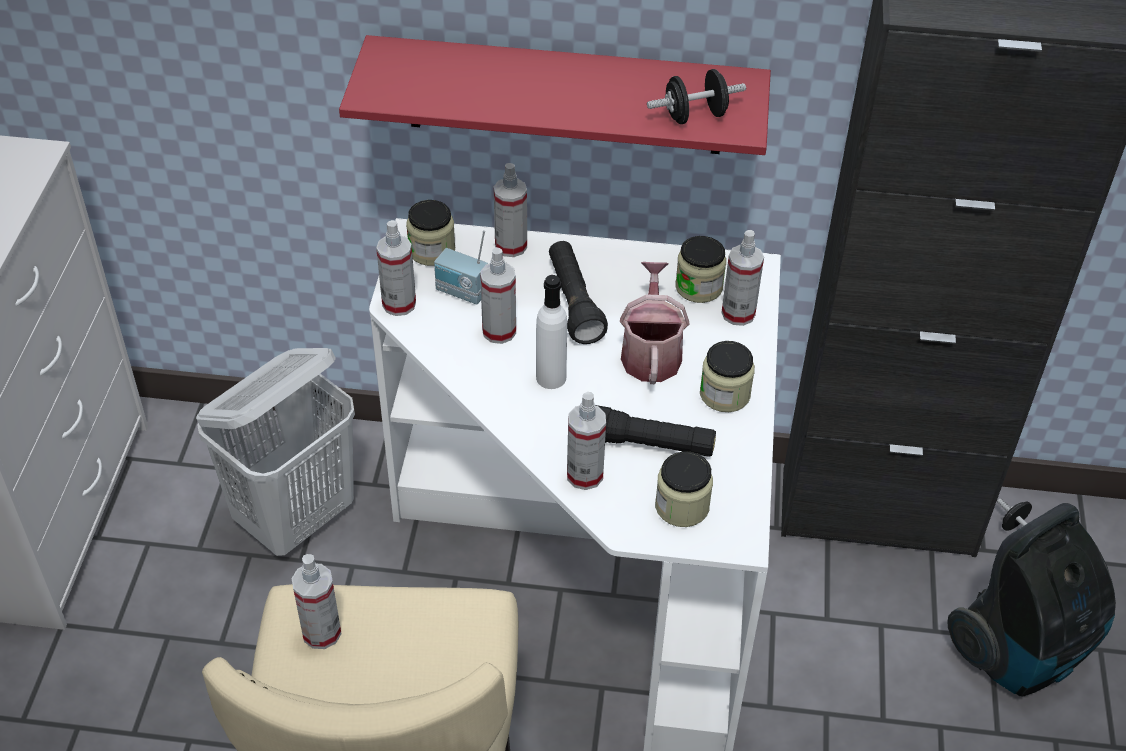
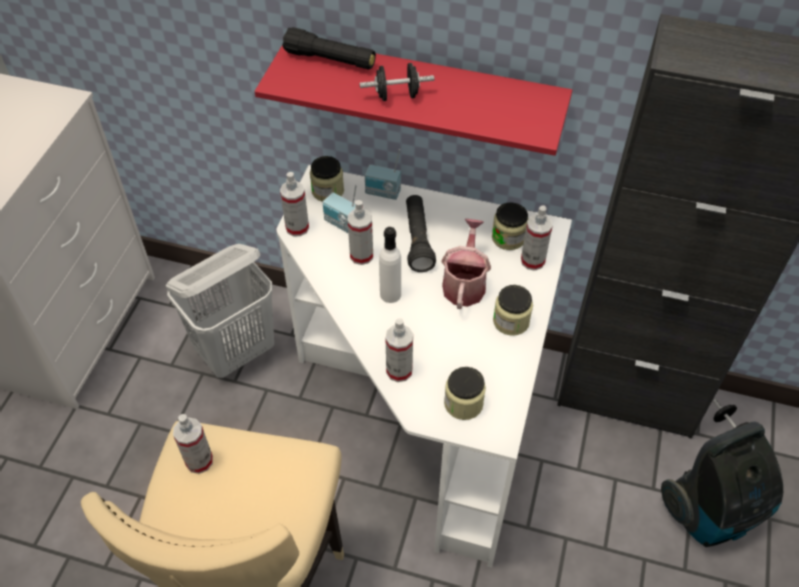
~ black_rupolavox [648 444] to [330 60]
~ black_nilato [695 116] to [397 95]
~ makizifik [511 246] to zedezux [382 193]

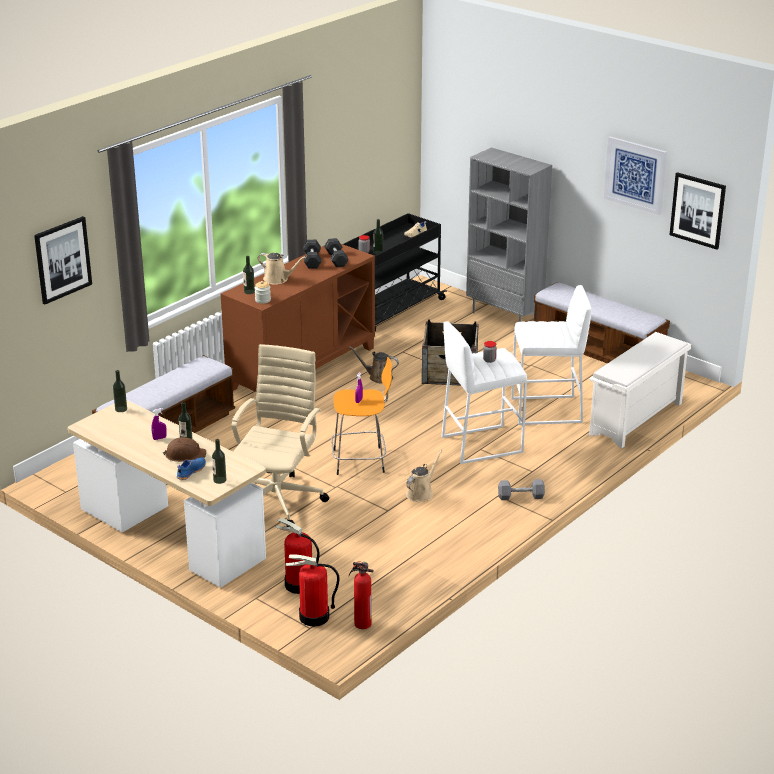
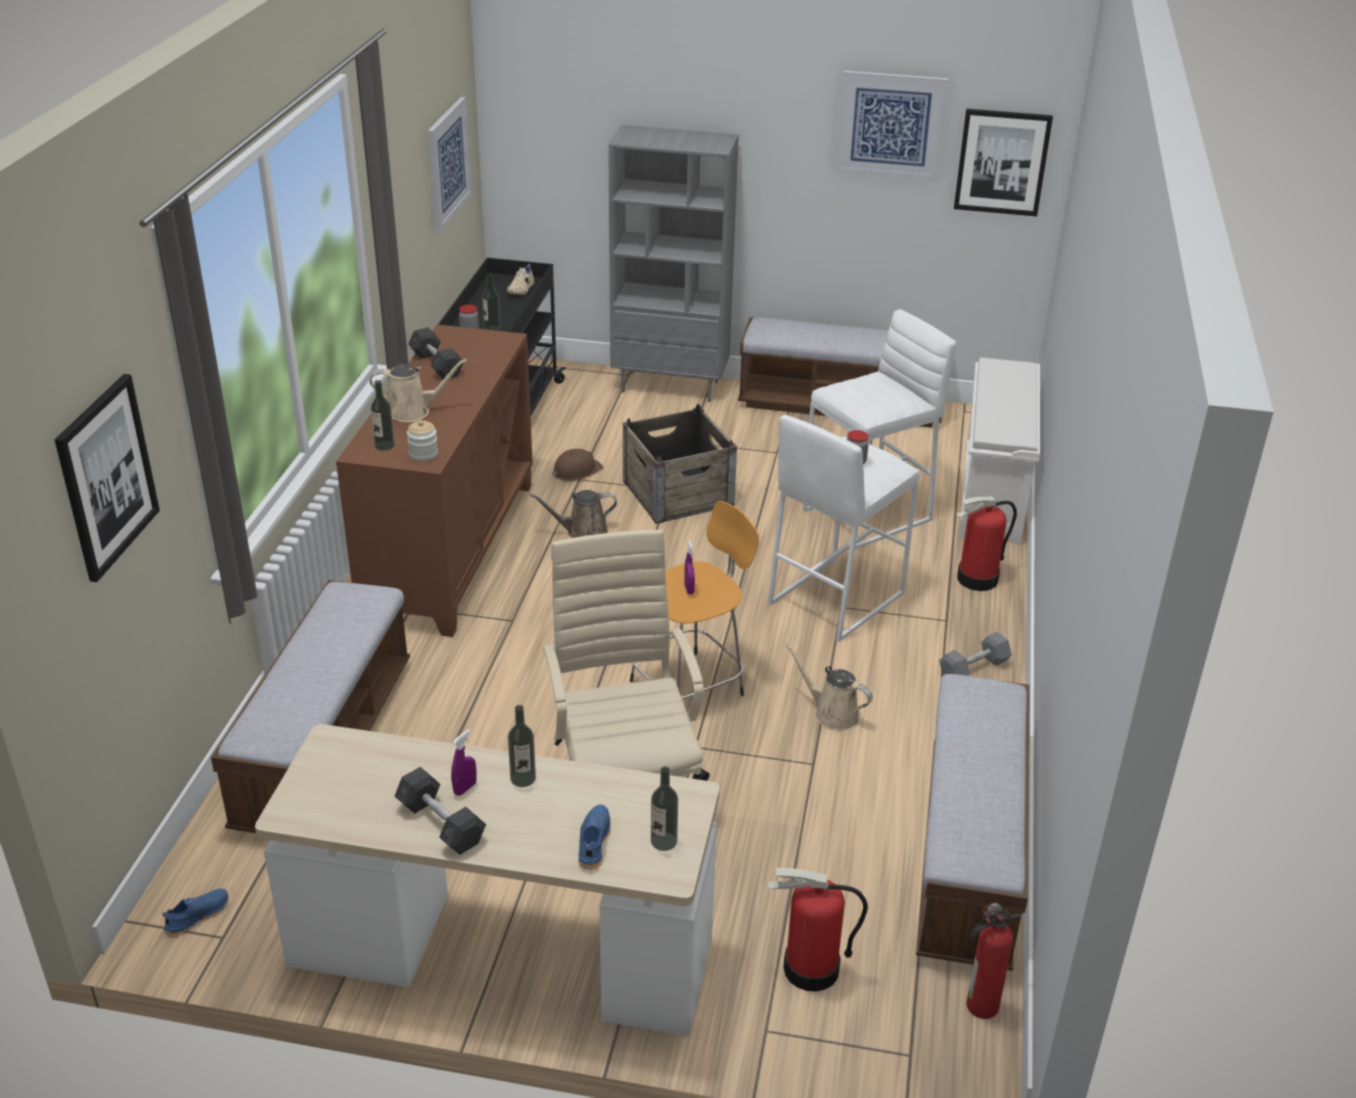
- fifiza [121 409]
+ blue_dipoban [196 916]
+ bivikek [448 163]
+ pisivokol [967 856]
~ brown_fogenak [185 455] to [576 471]
~ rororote [313 617] to [977 579]
~ grey_nilato [336 259] to [441 824]
~ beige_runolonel [421 493] = [832 713] 60 degrees counterclockwise

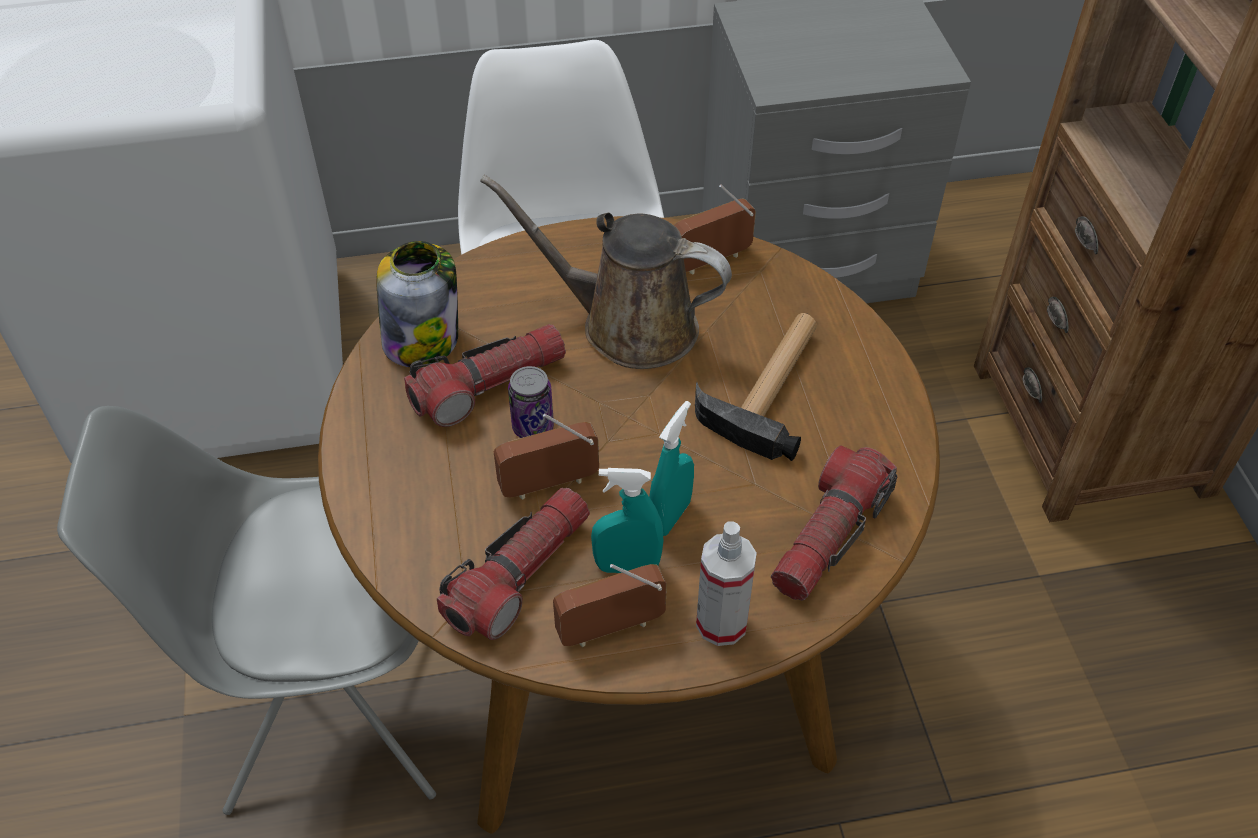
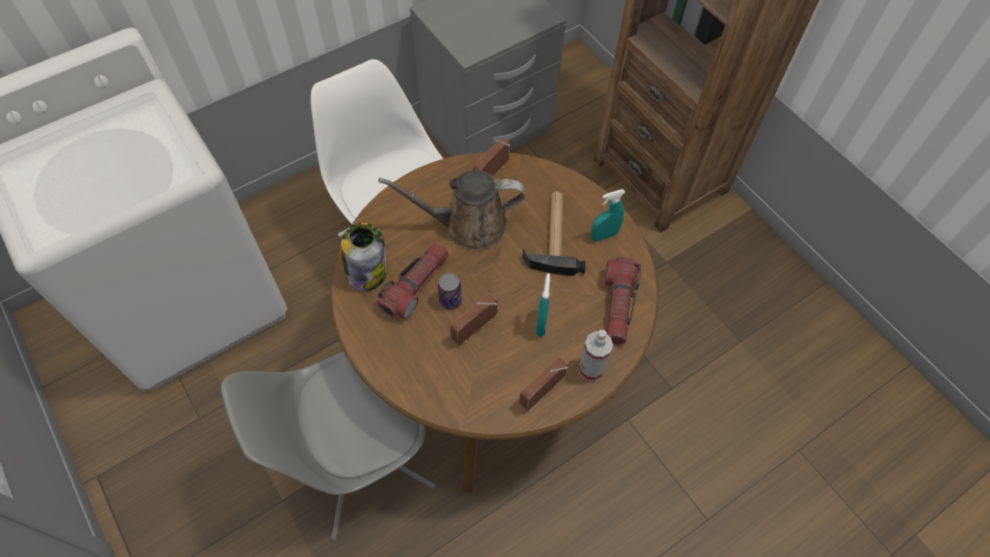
- rupolavox [519 575]
~ turquoise_makizifik [627 566] to [604 235]

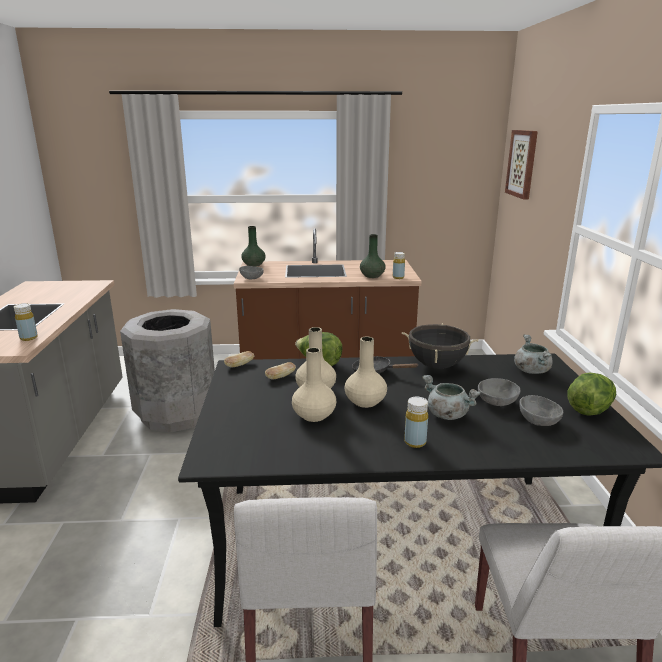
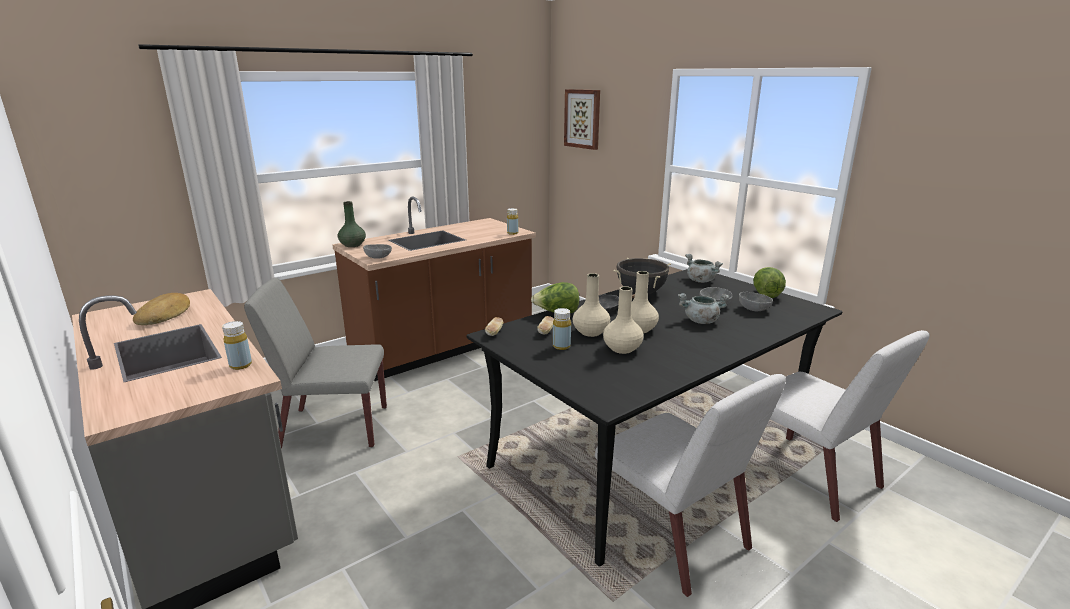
- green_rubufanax [372 276]
+ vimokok [165 314]
~ yellow_fifiza [415 442] to [561 346]
~ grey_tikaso [176 414] to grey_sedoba [333 428]

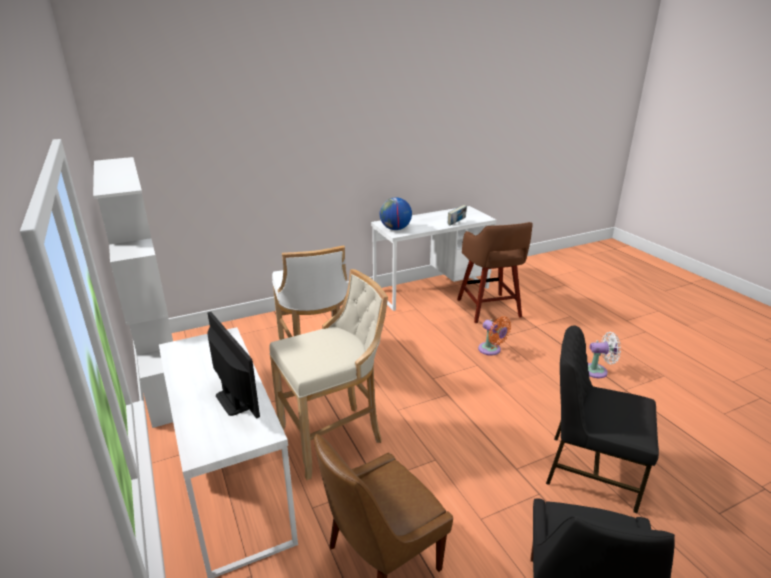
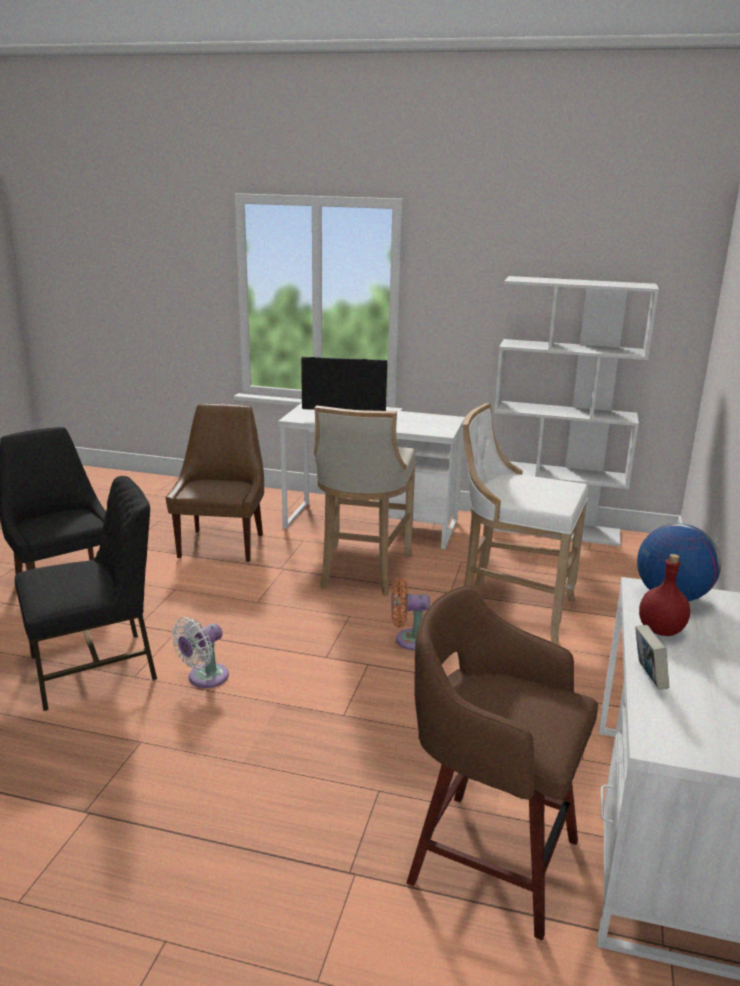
+ red_fifiza [661 631]
~ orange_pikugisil [491 350] to [409 640]
~ white_pikugisil [597 371] to [204 678]

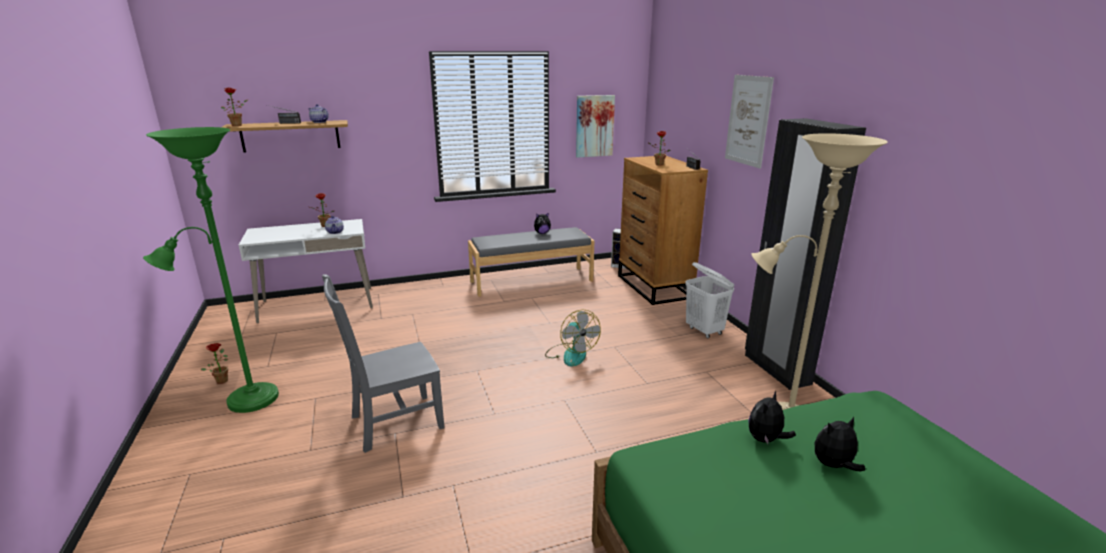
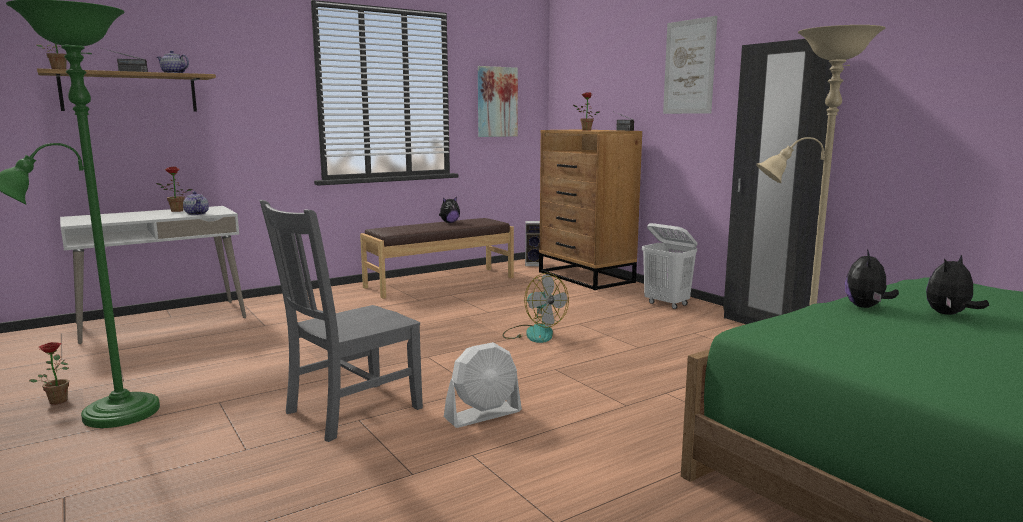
+ white_pikugisil [483 415]
~ grey_pisivokol [531 281] to brown_pisivokol [440 282]

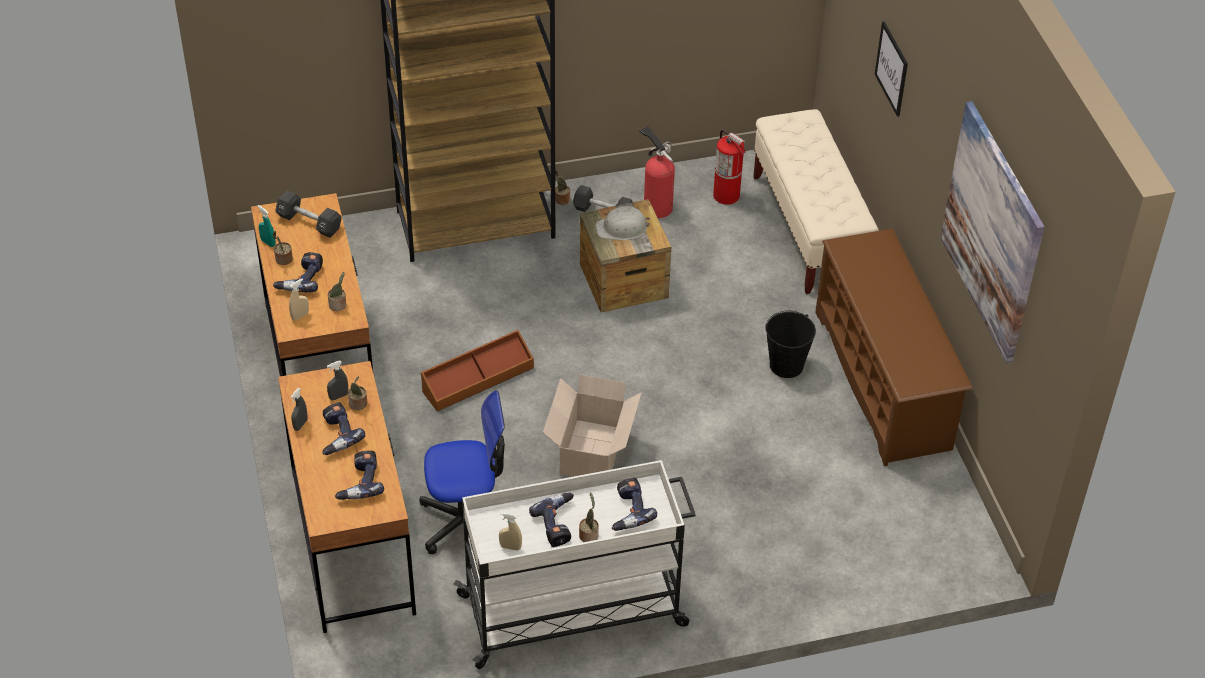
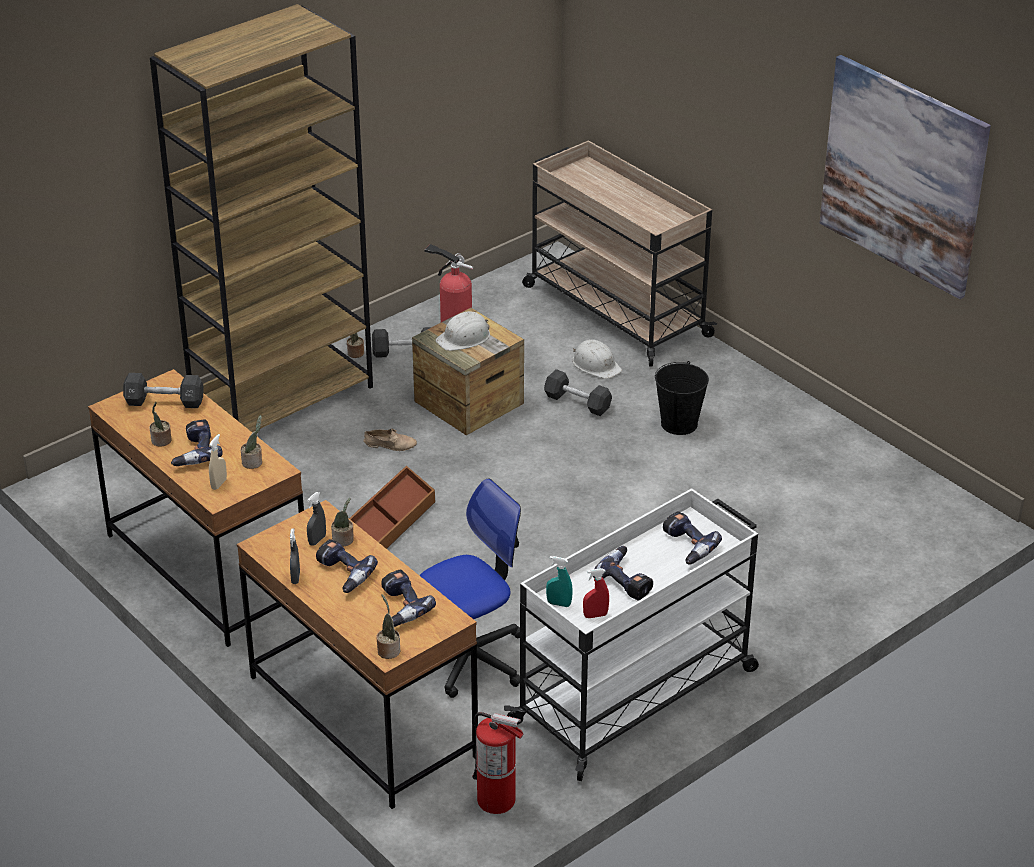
- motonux [590 453]
- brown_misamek [883 381]
- bivikek [891 68]
+ beige_dipoban [390 444]
+ black_nilato [577 402]
+ white_fogenak [596 365]
~ turquoise_makizifik [268 242] to [559 604]
~ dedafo [589 534] to [388 650]
~ rororote [726 196] to [497 800]
~ beige_pisivokol [809 230] to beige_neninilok [614 310]
~ beige_makizifik [510 547] to red_makizifik [595 615]

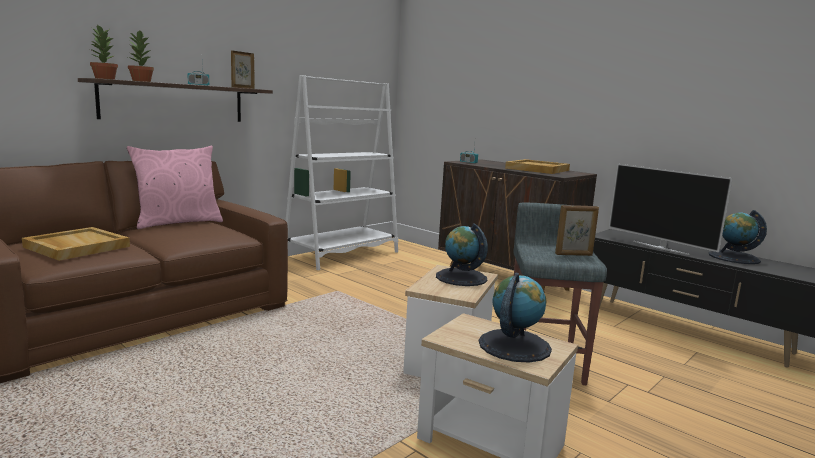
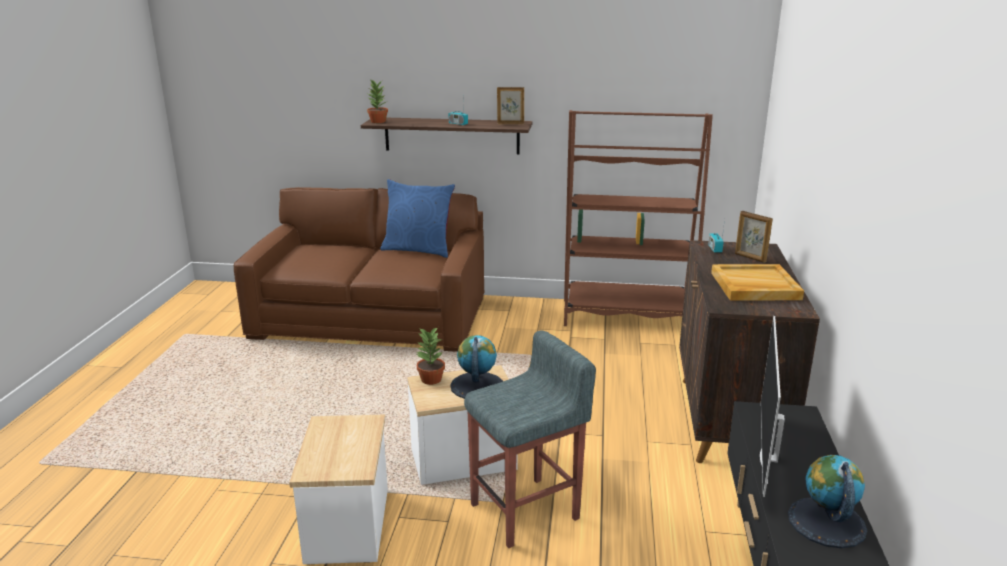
- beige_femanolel [76 247]
- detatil [514 345]
~ dedafo [141 81] to [430 379]
~ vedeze [574 255] to [750 258]
~ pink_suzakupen [178 223] to blue_suzakupen [418 250]
~ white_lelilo [342 255] to brown_lelilo [626 316]

